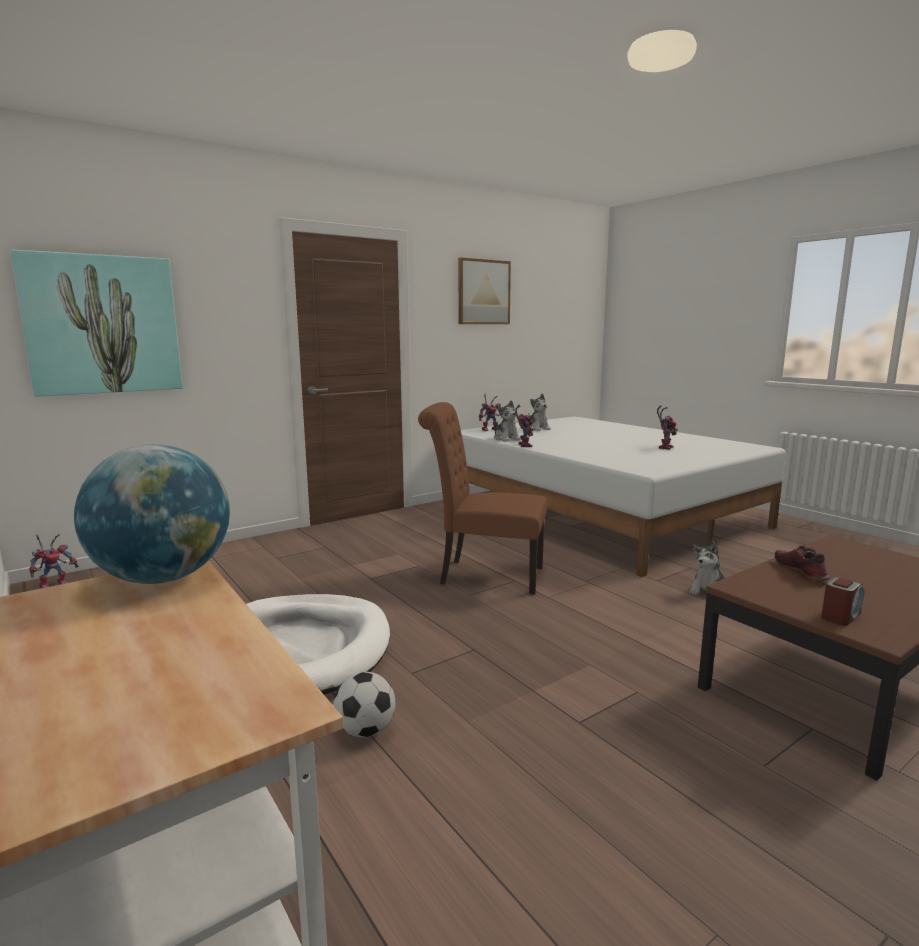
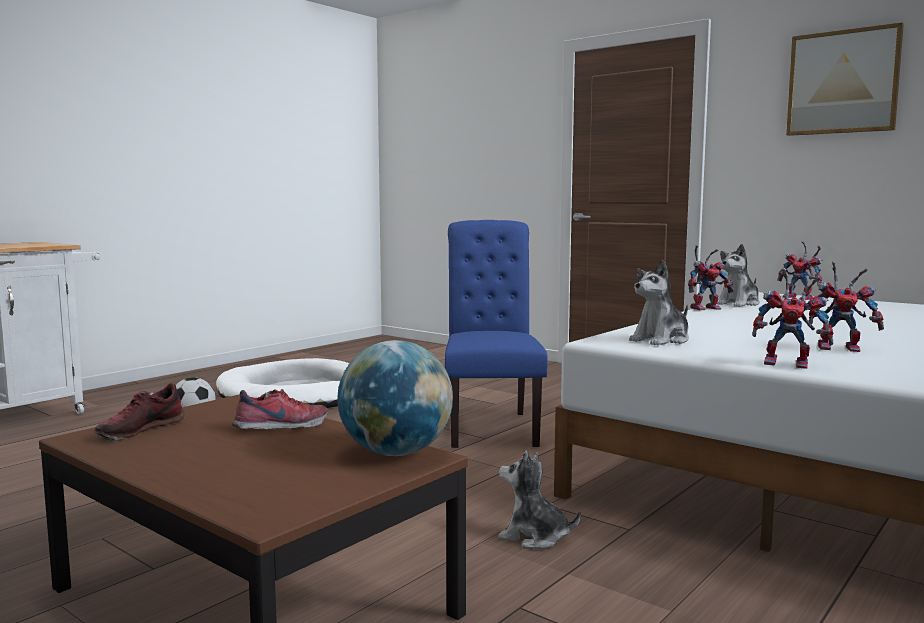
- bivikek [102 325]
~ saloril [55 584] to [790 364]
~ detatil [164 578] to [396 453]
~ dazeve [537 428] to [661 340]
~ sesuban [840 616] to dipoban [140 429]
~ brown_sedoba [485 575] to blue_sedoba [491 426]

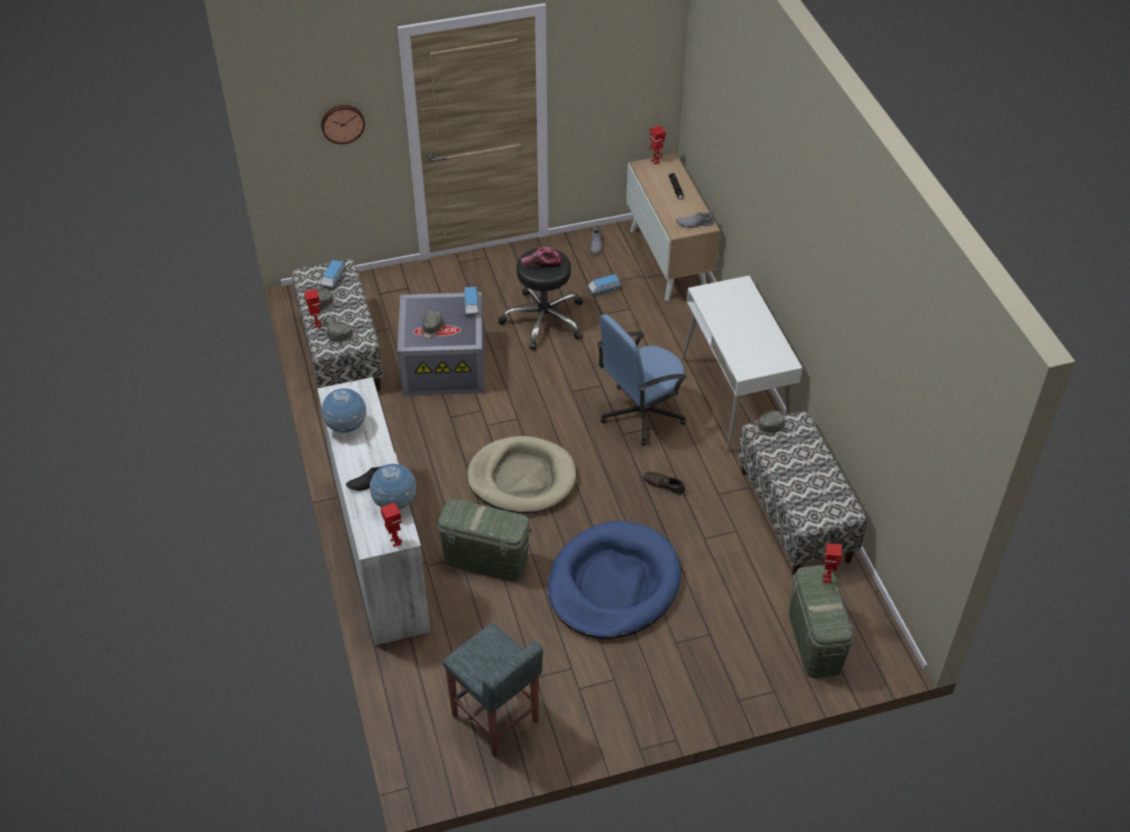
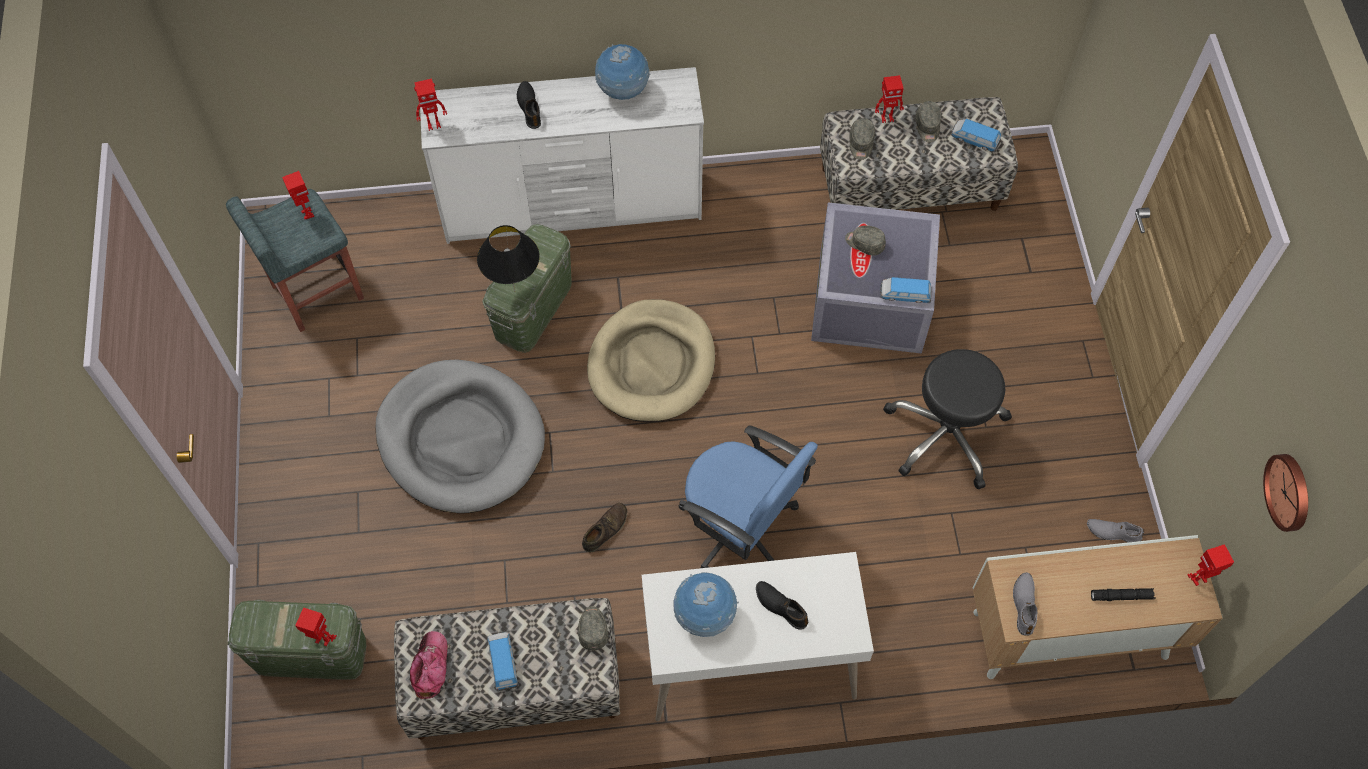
+ saloril [306 214]
+ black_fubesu [515 291]
+ black_dipoban [781 606]
~ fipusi [342 123] to [1290 492]
~ detatil [395 503] to [704 616]
~ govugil [542 262] to [430 667]
~ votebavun [604 289] to [503 663]
~ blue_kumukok [613 584] to grey_kumukok [461 439]
~ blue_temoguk [641 413] = [740 527] 150 degrees clockwise

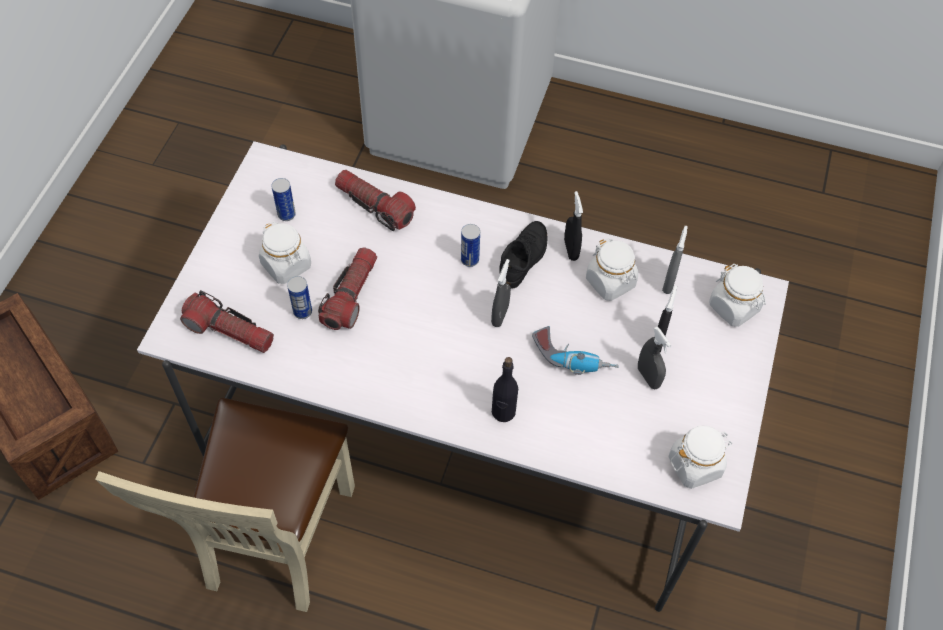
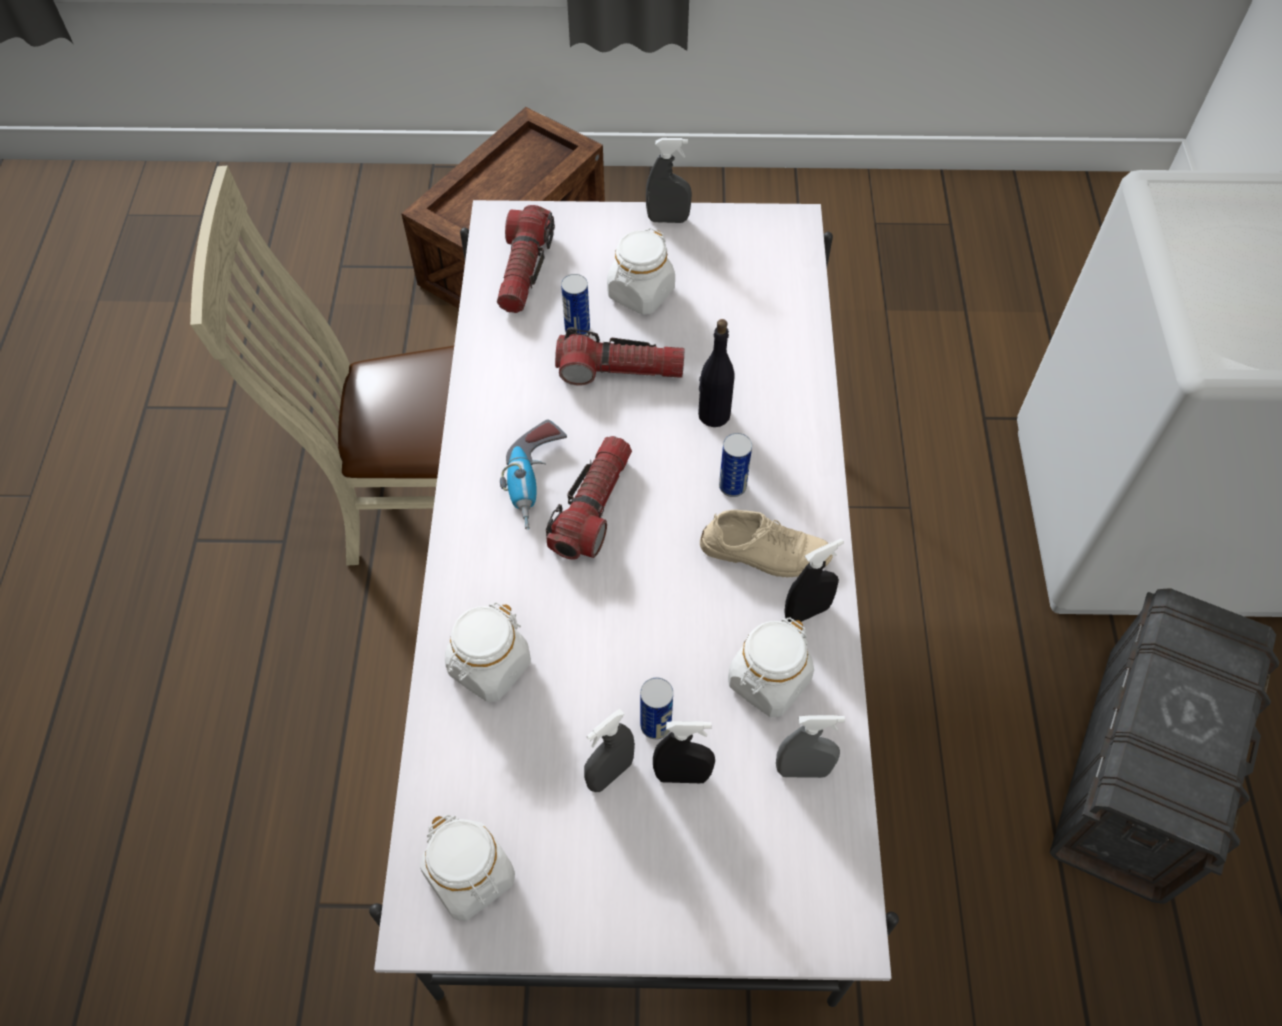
+ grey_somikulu [1134 772]
~ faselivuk [286 214] to [655 725]
~ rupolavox [375 206] to [593 507]
~ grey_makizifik [500 315] to [668 219]
~ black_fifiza [503 412] to [713 414]
~ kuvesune [573 357] to [536 482]
~ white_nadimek [734 307] to [489 667]
~ black_dipoban [523 257] to beige_dipoban [765 552]

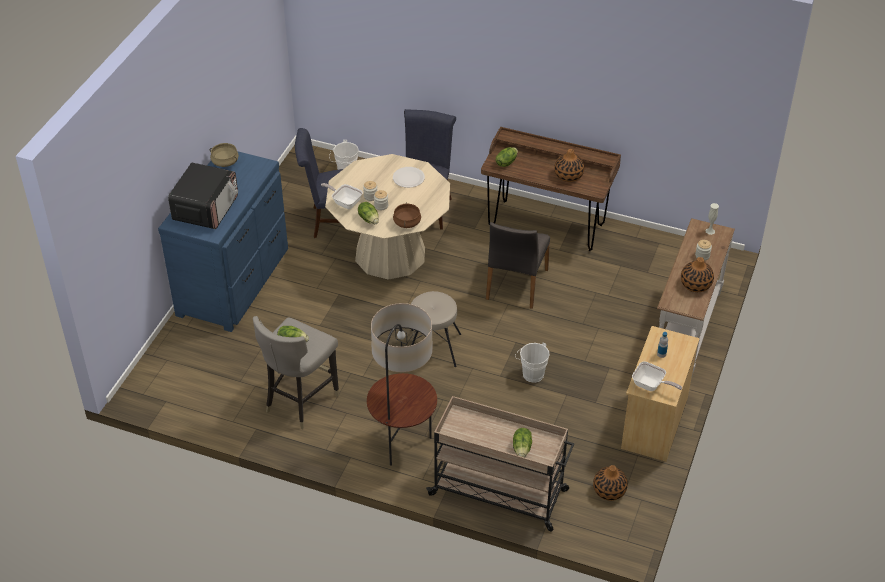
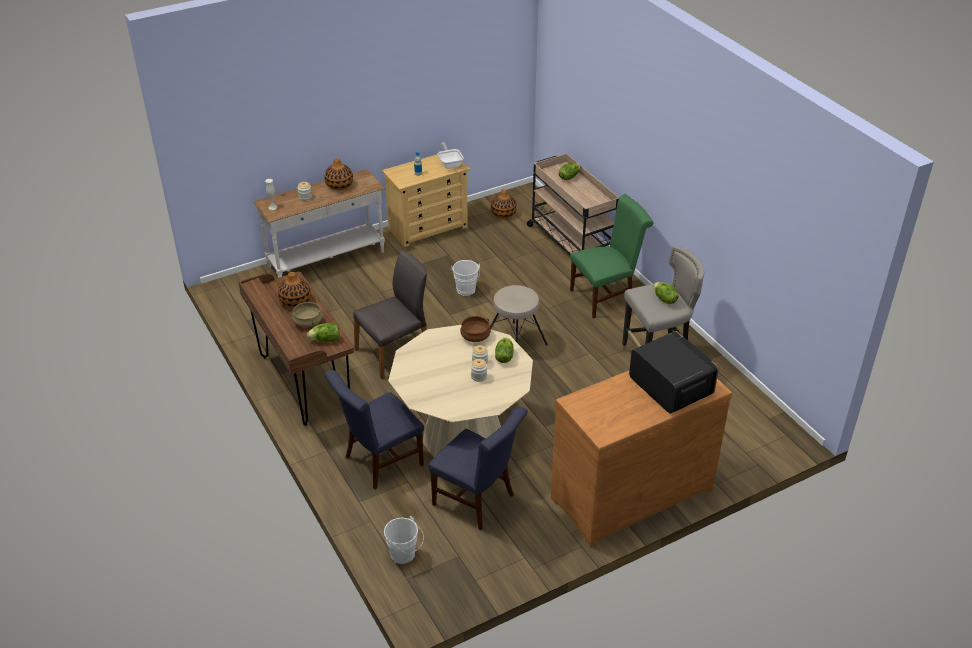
- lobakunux [345 202]
- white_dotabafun [408 178]
~ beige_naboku [225 162] to [308 322]
~ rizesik [403 445] to green_sedoba [606 297]
~ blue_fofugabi [235 282] to brown_fofugabi [629 492]
~ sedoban [206 208] = [670 386] 90 degrees clockwise

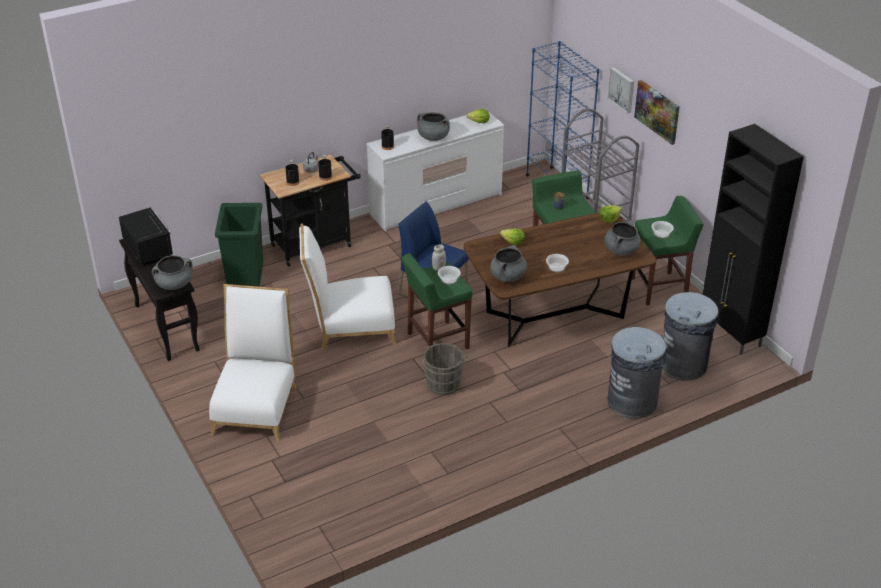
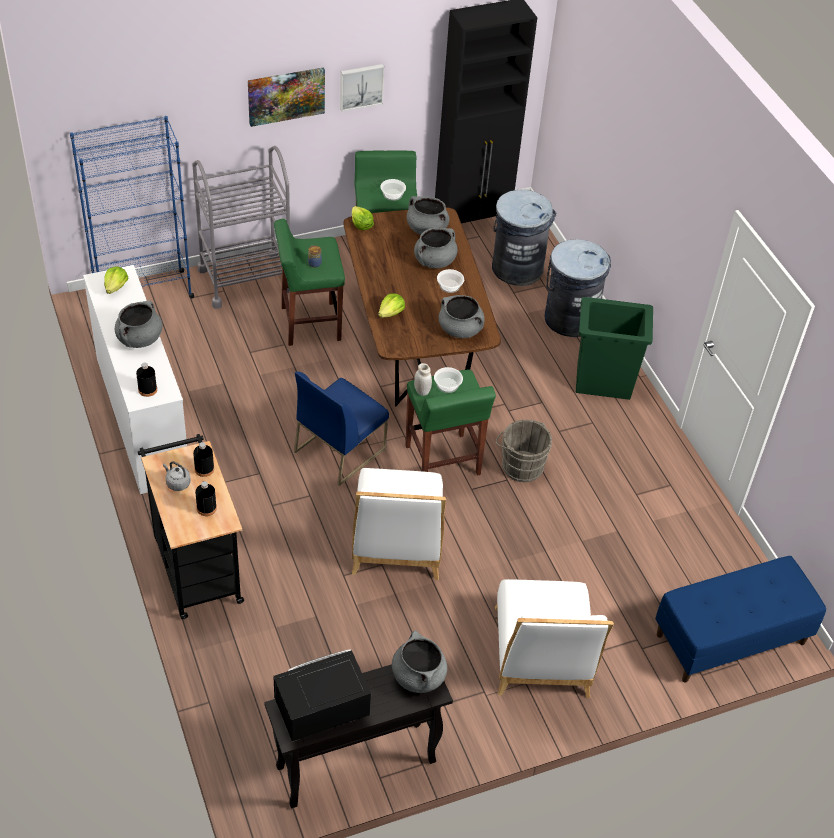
+ grey_naboku [434 261]
+ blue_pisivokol [730 639]
~ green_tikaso [246 275] to [602 381]
~ bivikek [622 89] to [361 86]
~ white_sedoba [256 405] = [541 659] 105 degrees counterclockwise

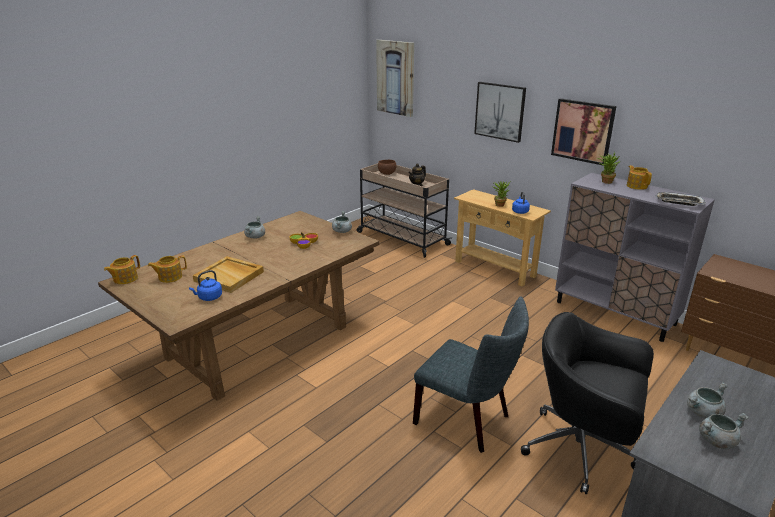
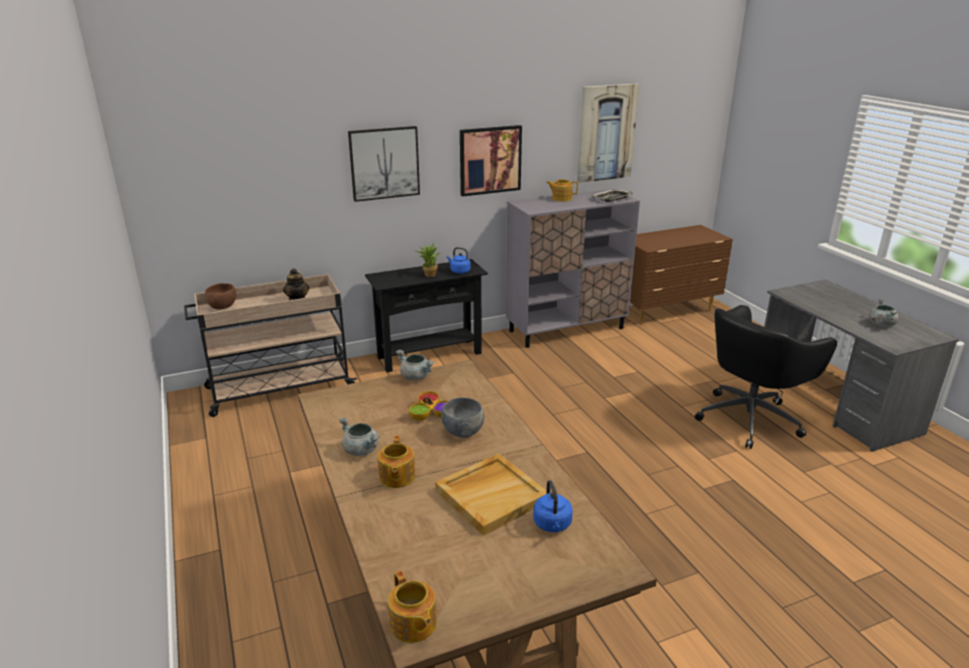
- grey_sedoba [467 420]
- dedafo [605 181]
- grey_naboku [703 413]
+ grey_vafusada [463 432]
~ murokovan [169 277] to [396 477]
~ bivikek [395 78] to [606 133]
~ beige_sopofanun [494 269] to black_sopofanun [429 355]

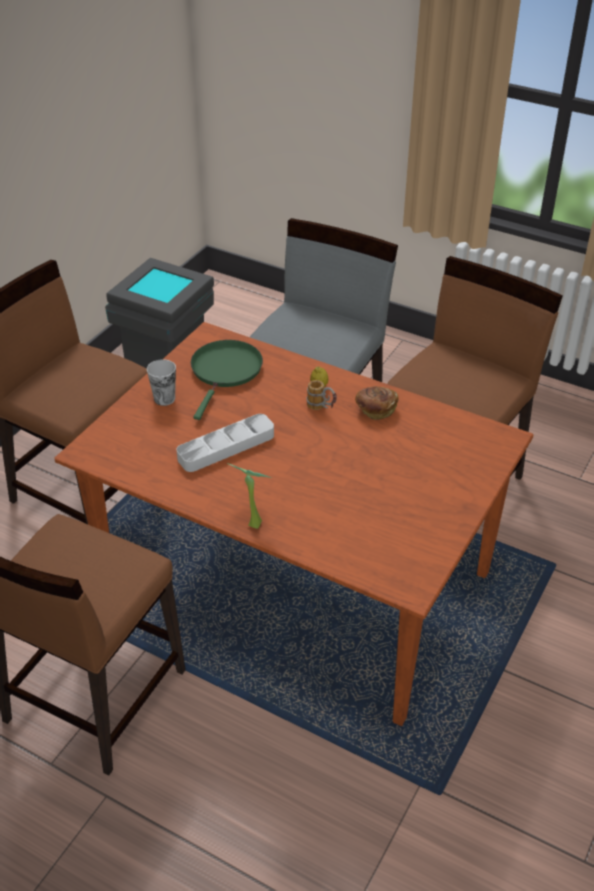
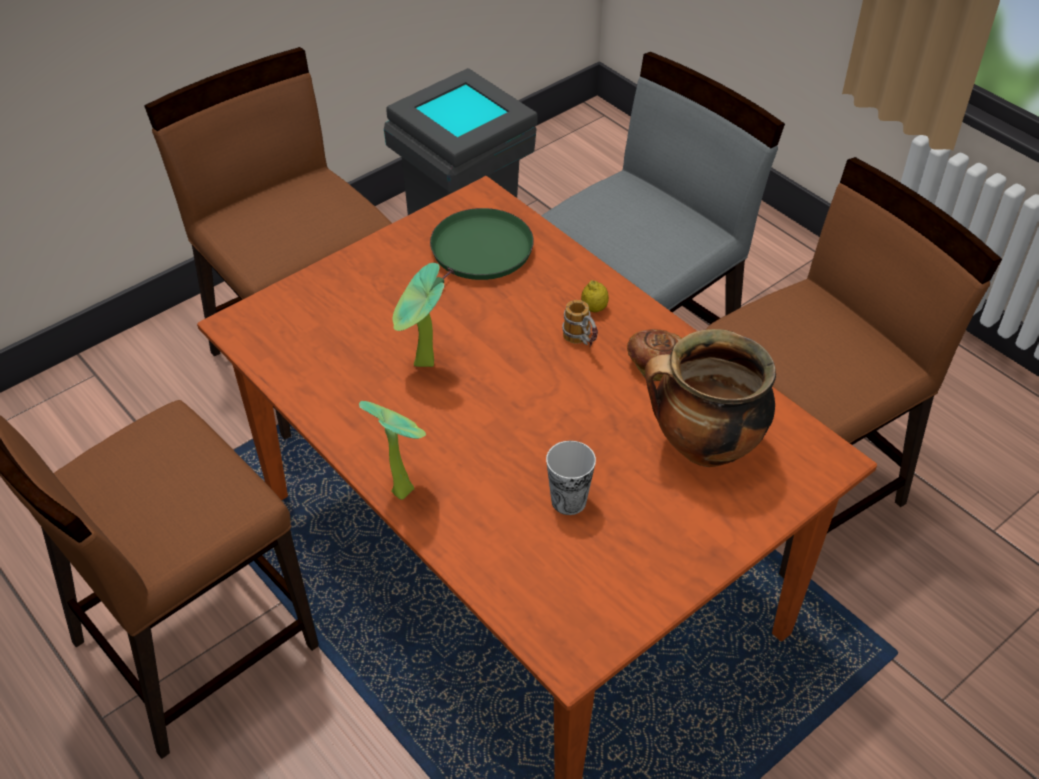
+ naboku [703 448]
~ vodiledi [164 399] to [568 501]
~ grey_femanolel [226 447] to dedafo [422 366]

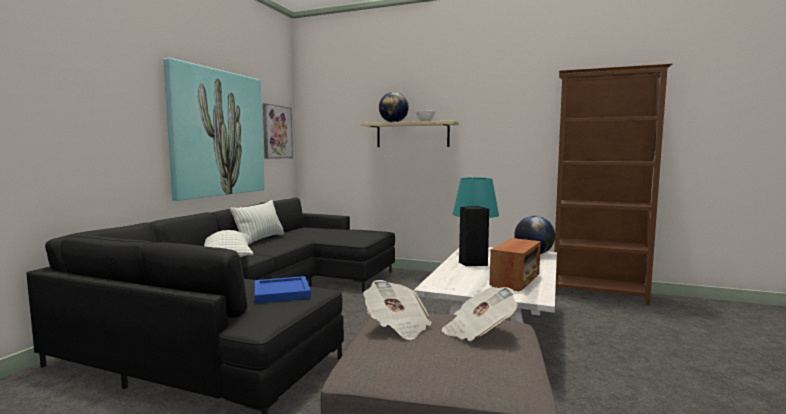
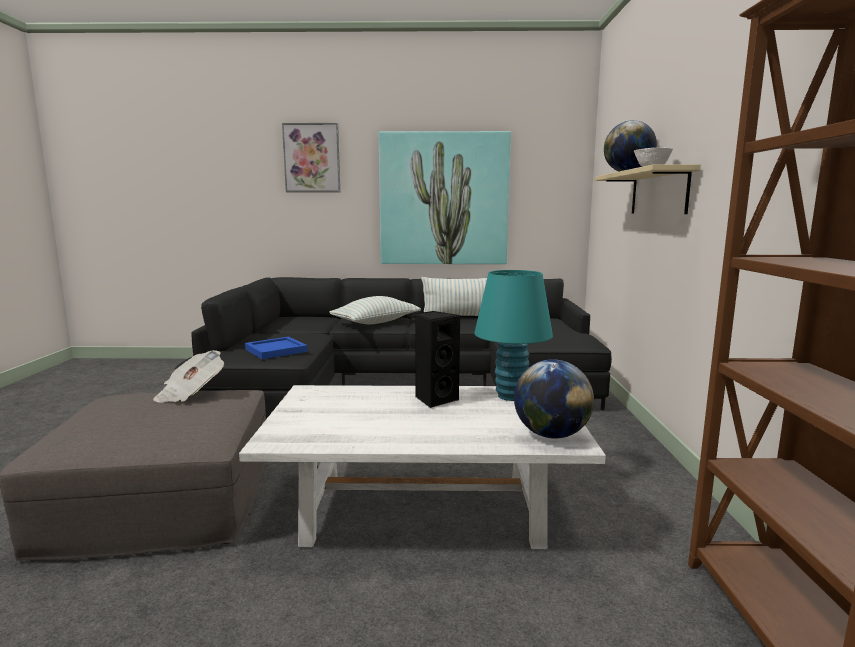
- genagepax [478 331]
- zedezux [515 281]
~ bivikek [277 132] to [312 158]

